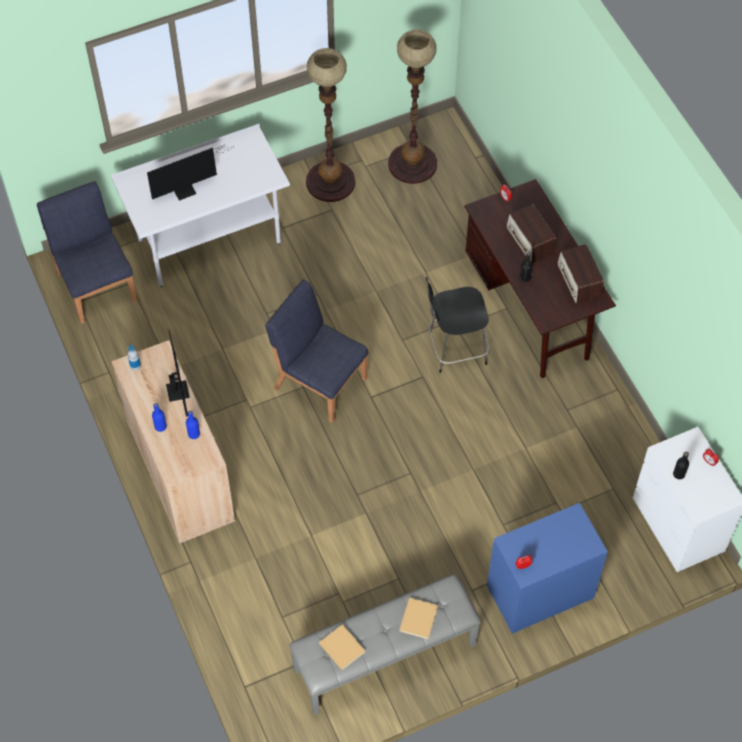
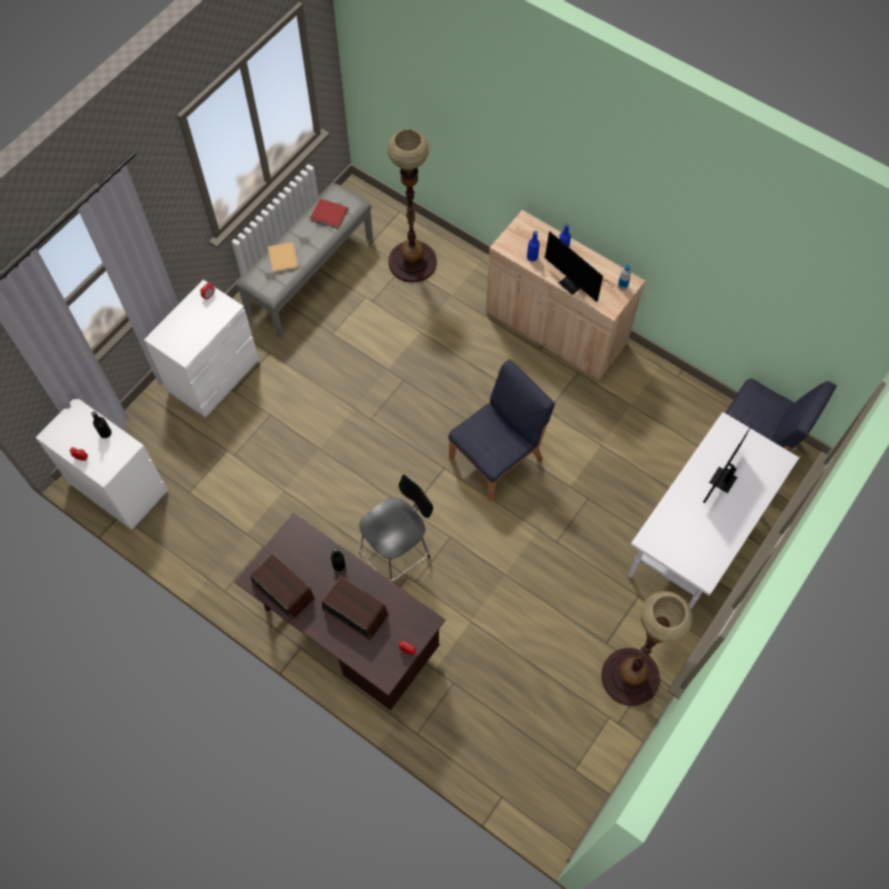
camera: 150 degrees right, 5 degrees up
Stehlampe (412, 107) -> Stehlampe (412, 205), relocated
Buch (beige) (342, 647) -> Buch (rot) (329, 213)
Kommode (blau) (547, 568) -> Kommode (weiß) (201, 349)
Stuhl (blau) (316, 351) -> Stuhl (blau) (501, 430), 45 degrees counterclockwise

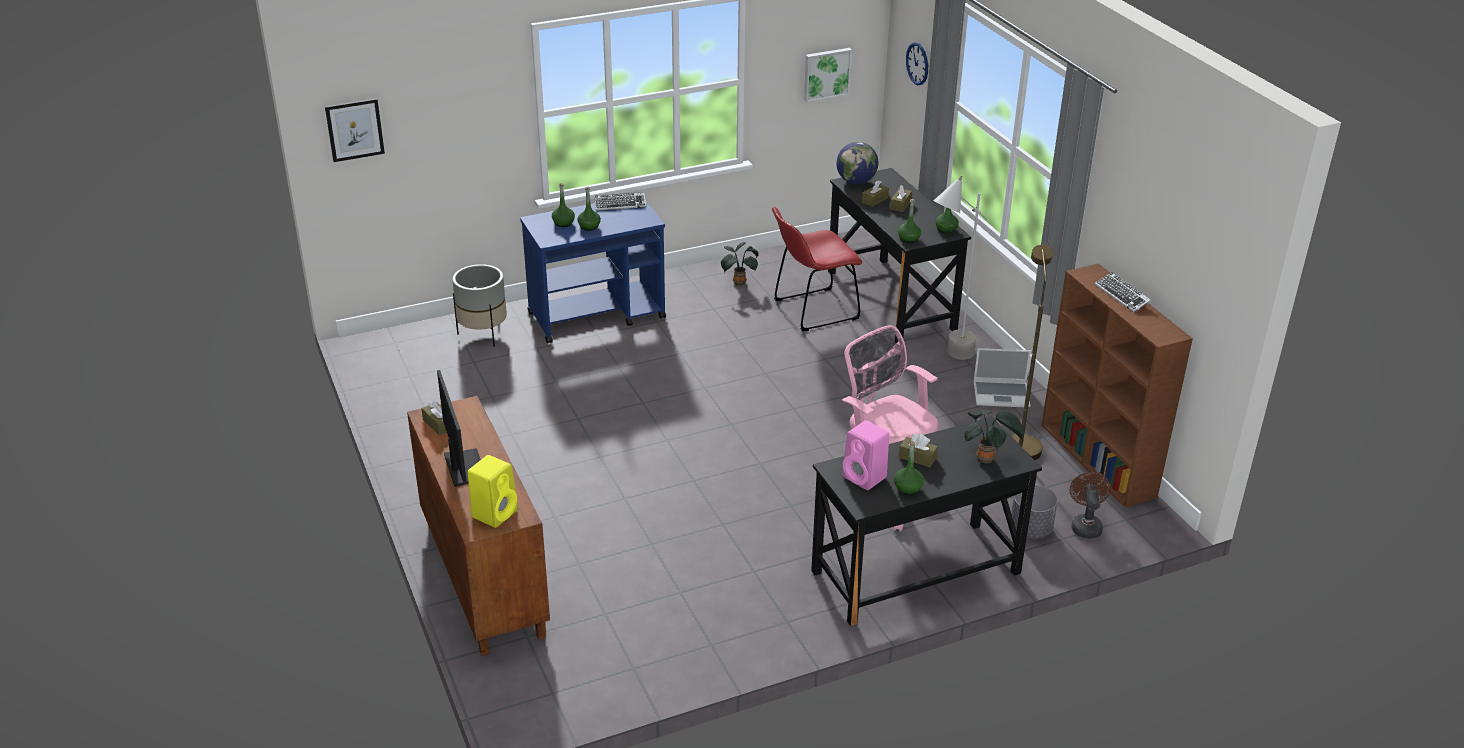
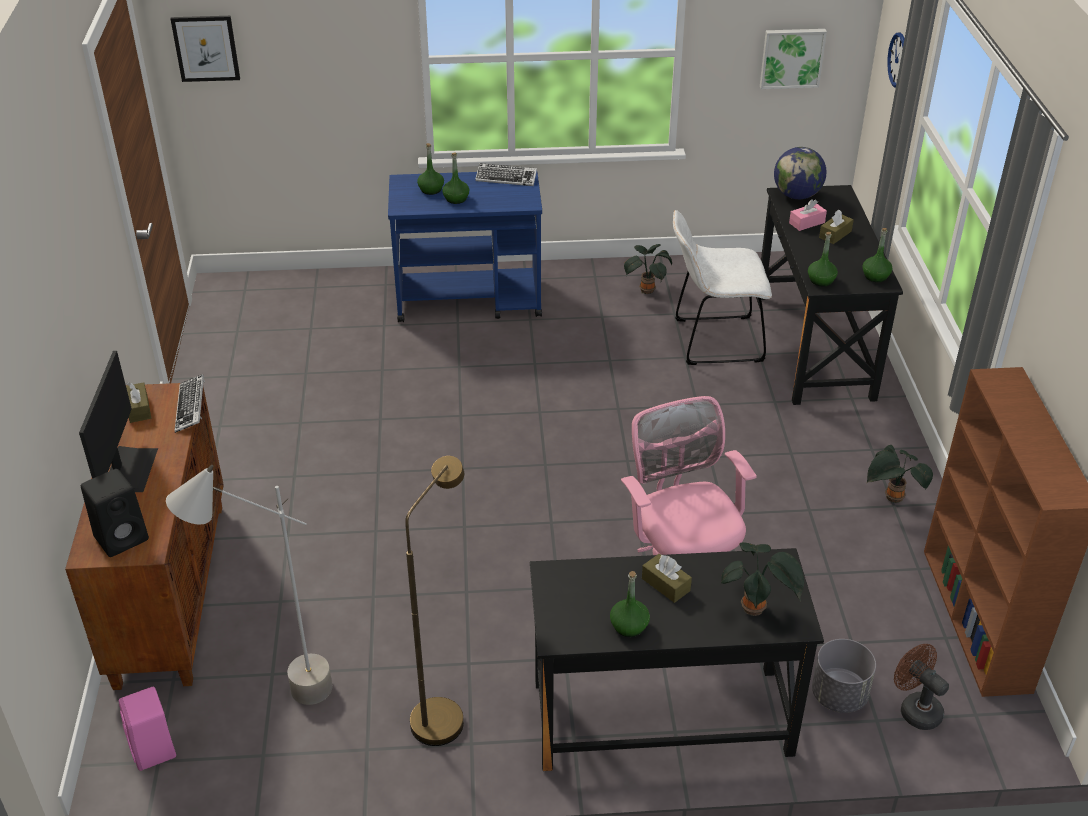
camera: 20 degrees right, 5 degrees up
Pflanzkübel (grau) (480, 305) -> none
Lautsprecher (rosa) (866, 455) -> Lautsprecher (rosa) (147, 729), relocated
Stehlampe (grau) (961, 268) -> Stehlampe (grau) (249, 585), relocated
Stehlampe (braun) (1032, 352) -> Stehlampe (braun) (434, 601), relocated
Tastatur (1123, 292) -> Tastatur (189, 403), relocated
Laptop (1002, 377) -> Topfpflanze (900, 474)
Lautsprecher (gelb) (492, 491) -> Lautsprecher (schwarz) (115, 513)
Stuhl (rot) (817, 268) -> Stuhl (weiß) (722, 287)
Taschentuchbox (braun) (875, 193) -> Taschentuchbox (rosa) (808, 215)
Ventilator (braun) (1090, 505) -> Ventilator (braun) (921, 687), 60 degrees counterclockwise

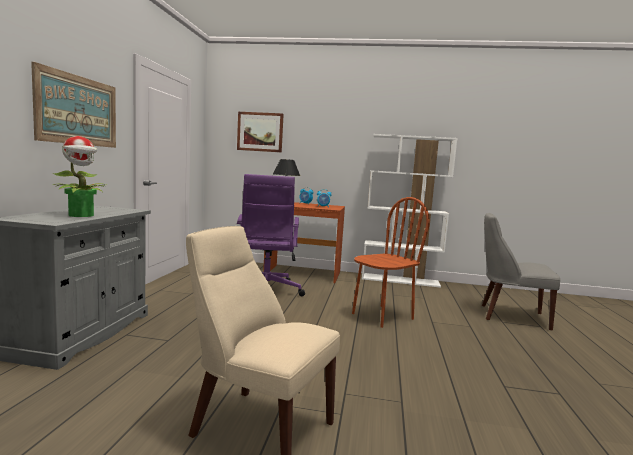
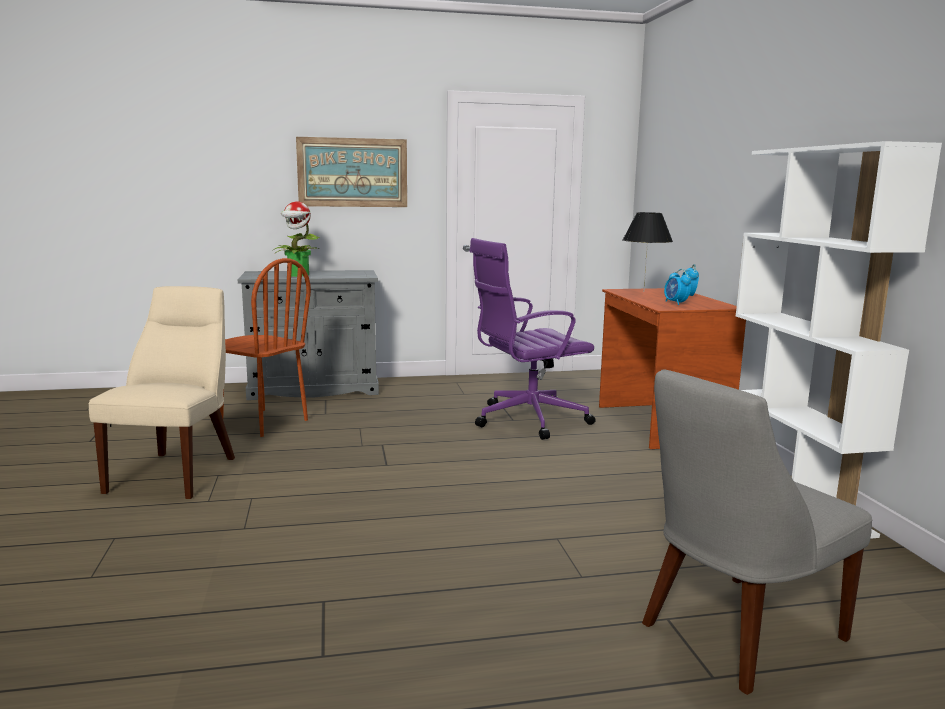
camera: 70 degrees right, 5 degrees up
Bild (260, 132) -> none
Stuhl (braun) (391, 262) -> Stuhl (braun) (265, 347), relocated
Stuhl (grau) (521, 271) -> Stuhl (grau) (757, 532), 120 degrees counterclockwise

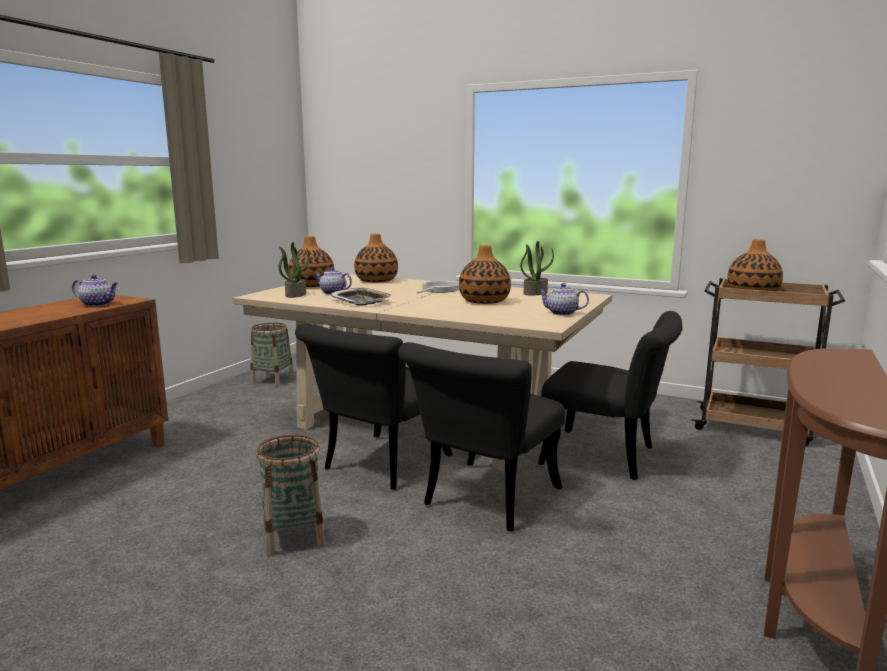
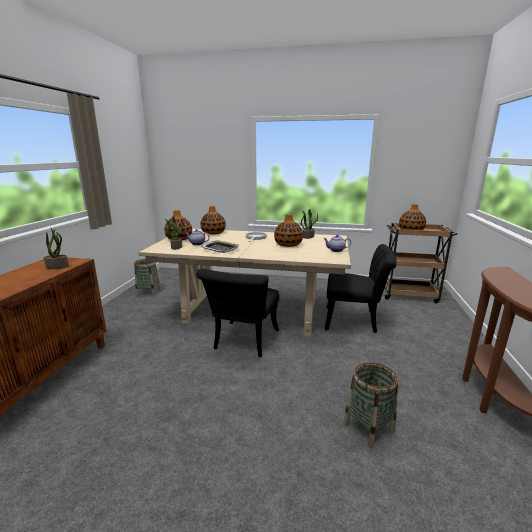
camera: 15 degrees left, 5 degrees up
Stuhl (schwarz) (481, 436) -> none
Korb (290, 495) -> Korb (370, 405), relocated
Teekanne (95, 290) -> Topfpflanze (56, 248)

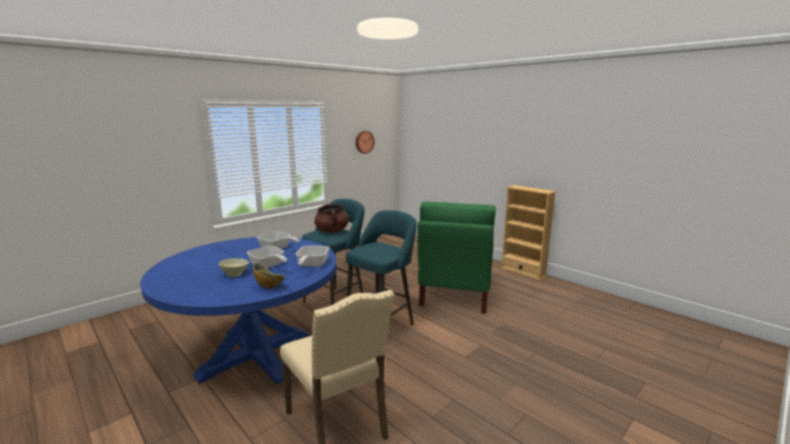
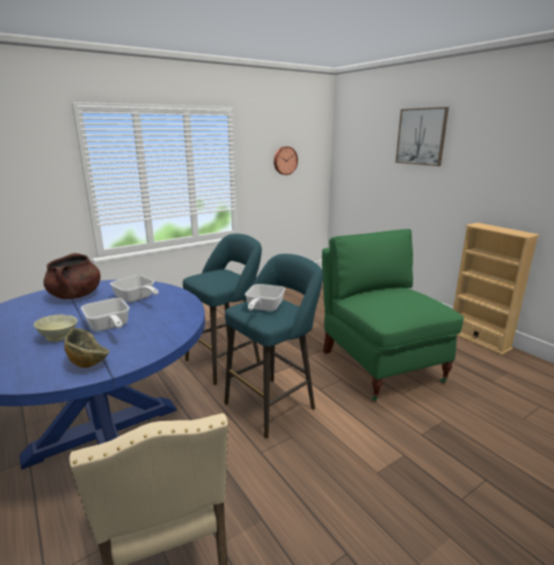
camera: 10 degrees right, 5 degrees up
none -> Bild (422, 136)
Pfanne (313, 256) -> Pfanne (265, 297), relocated
Kochtopf (braun) (331, 218) -> Kochtopf (braun) (71, 276), relocated
Stuhl (grün) (456, 257) -> Stuhl (grün) (393, 315), 135 degrees clockwise

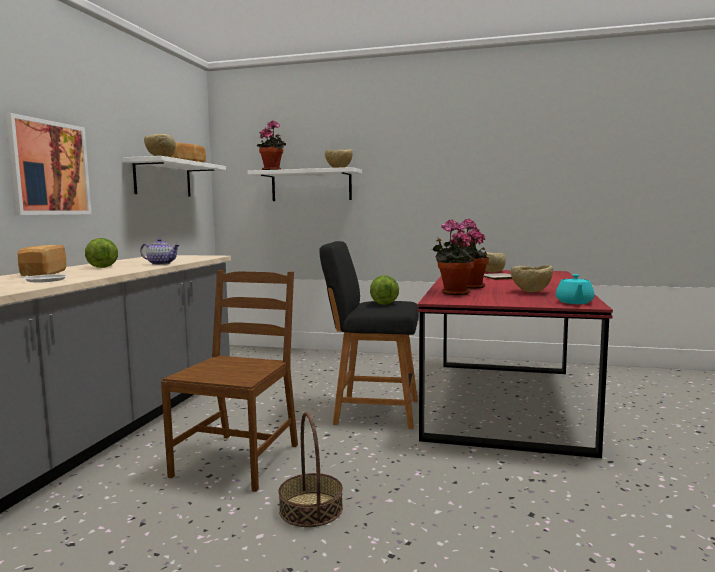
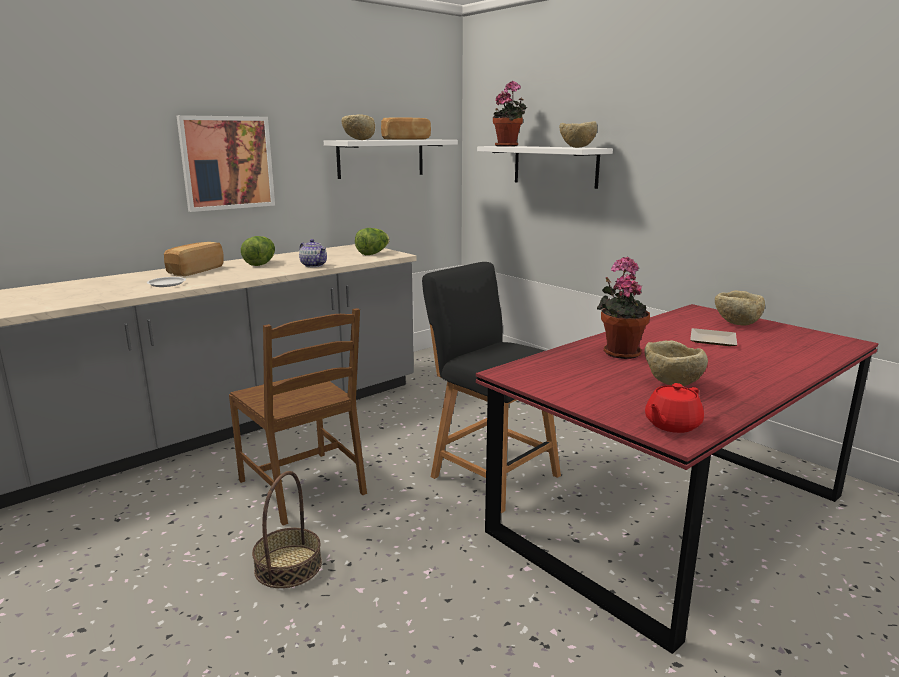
camera: 35 degrees right, 10 degrees up
Topfpflanze (453, 257) -> none
Salatkopf (384, 290) -> Salatkopf (372, 241), relocated
Teekanne (türkis) (575, 289) -> Teekanne (rot) (674, 408)
Stuhl (braun) (229, 381) -> Stuhl (braun) (298, 416), 90 degrees clockwise

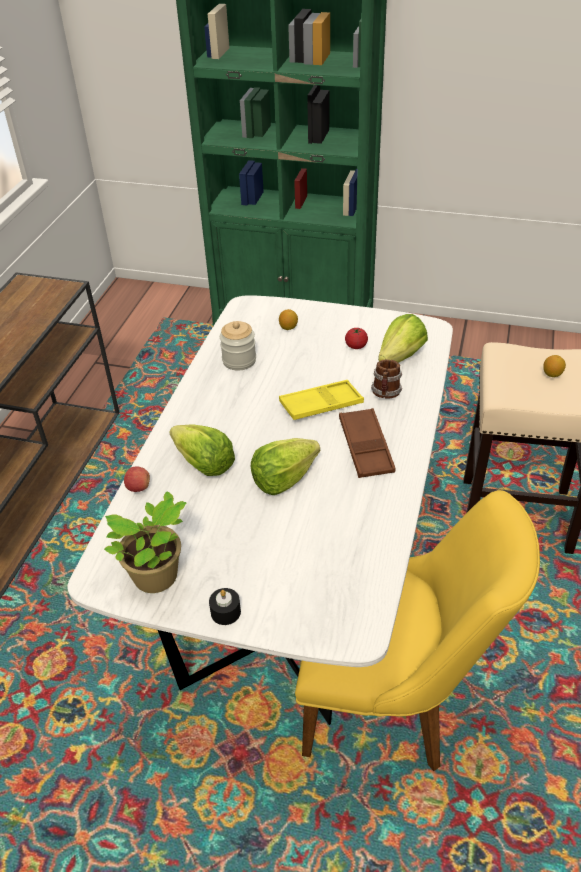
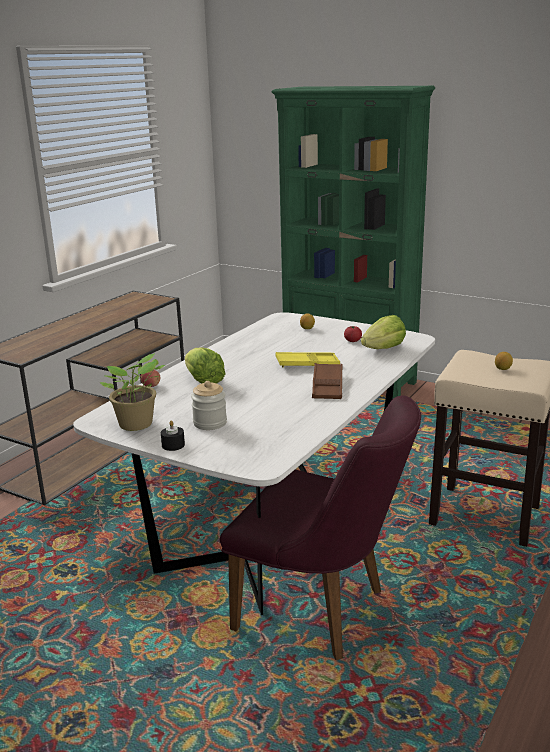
camera: 15 degrees right, 20 degrees down
Salatkopf (285, 466) -> none
Henkelbecher (386, 379) -> none
Vorratsglas (238, 346) -> Vorratsglas (209, 405), relocated
Stuhl (gelb) (417, 630) -> Stuhl (lila) (320, 528)

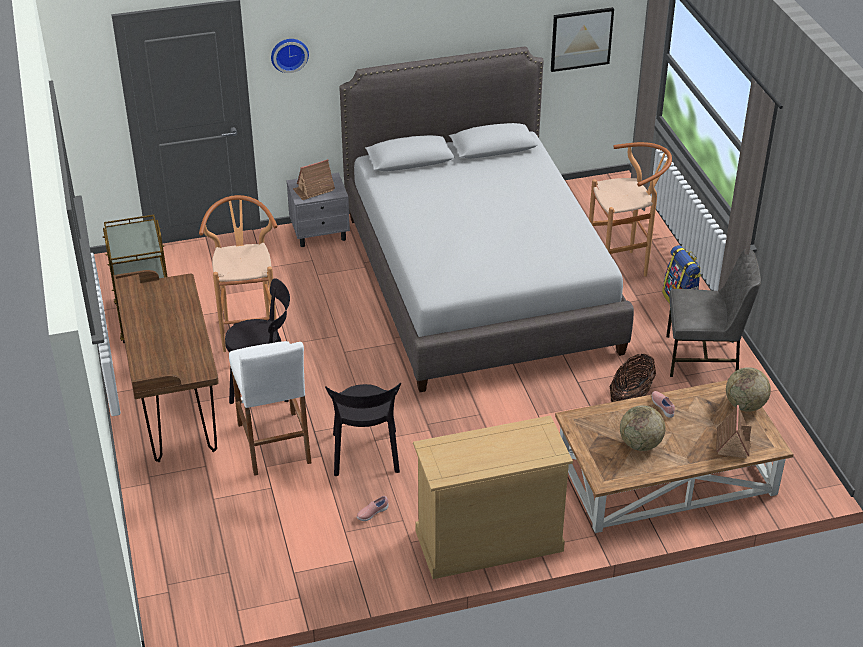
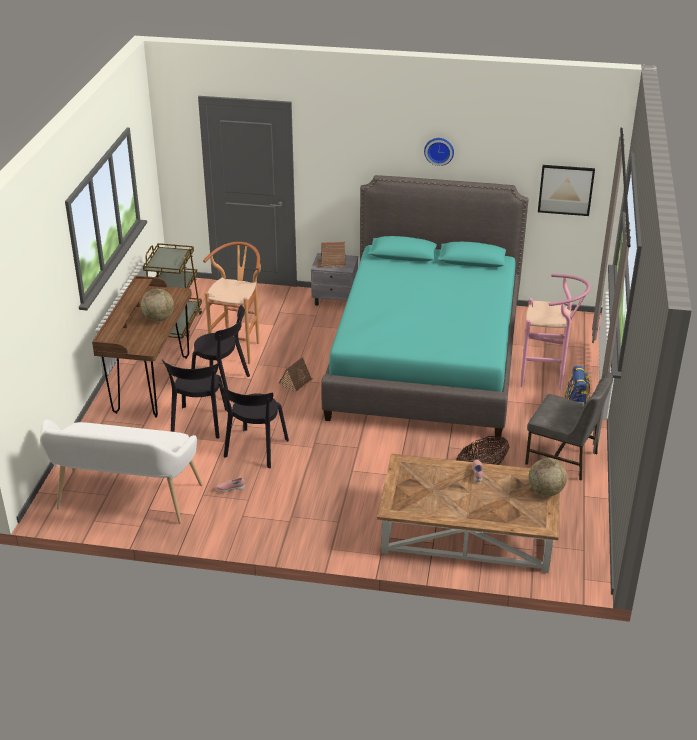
camera: 25 degrees right, 5 degrees down
Kommode (beige) (493, 497) -> none
none -> Bank (weiß) (121, 472)
Wanduhr (290, 56) -> Wanduhr (439, 152), relocated
Globus (642, 428) -> Globus (157, 305), relocated
Spielzeughaus (734, 431) -> Spielzeughaus (296, 374), relocated
Hocker (weiß) (270, 408) -> Stuhl (schwarz) (195, 399)
Bett (grau) (486, 219) -> Bett (türkis) (425, 306)
Hocker (braun) (630, 209) -> Hocker (rosa) (556, 331)

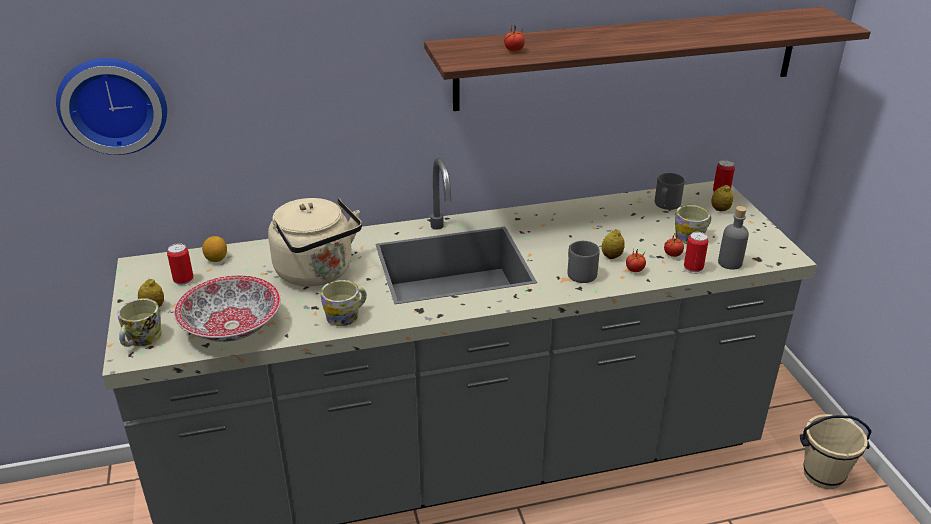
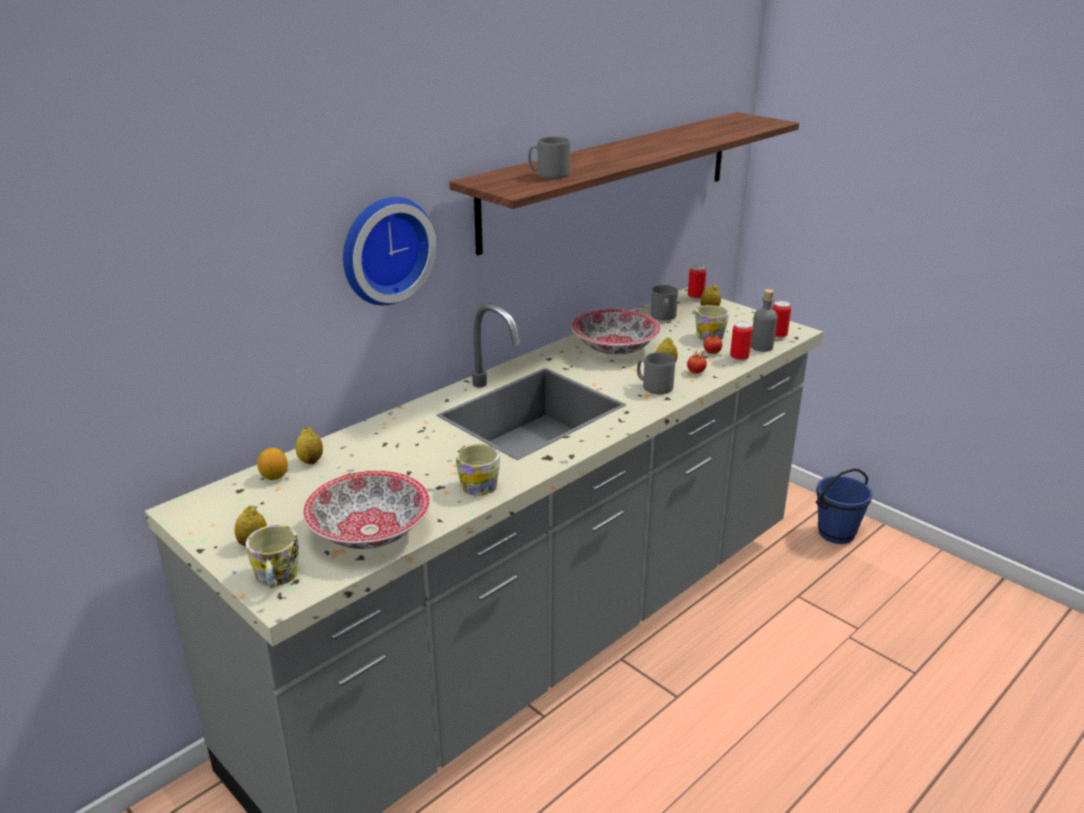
camera: 30 degrees left, 5 degrees down
Wasserkessel (beige) (315, 242) -> none
none -> Zitrone (309, 445)
none -> Schüssel (616, 332)
Wanduhr (111, 106) -> Wanduhr (389, 251), relocated
Dose (180, 264) -> Dose (781, 320), relocated
Tomate (514, 39) -> Henkelbecher (grau) (549, 157)
Eimer (beige) (836, 451) -> Eimer (blau) (844, 506)

